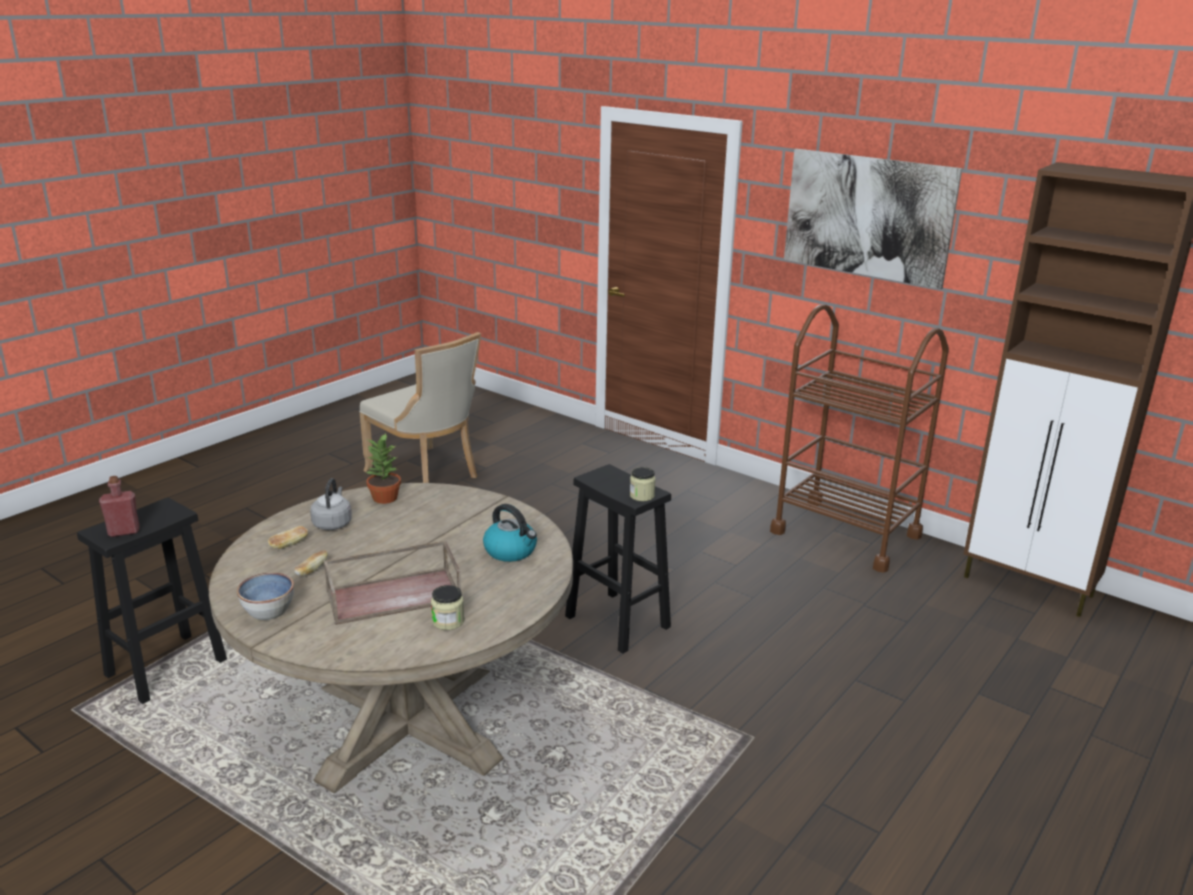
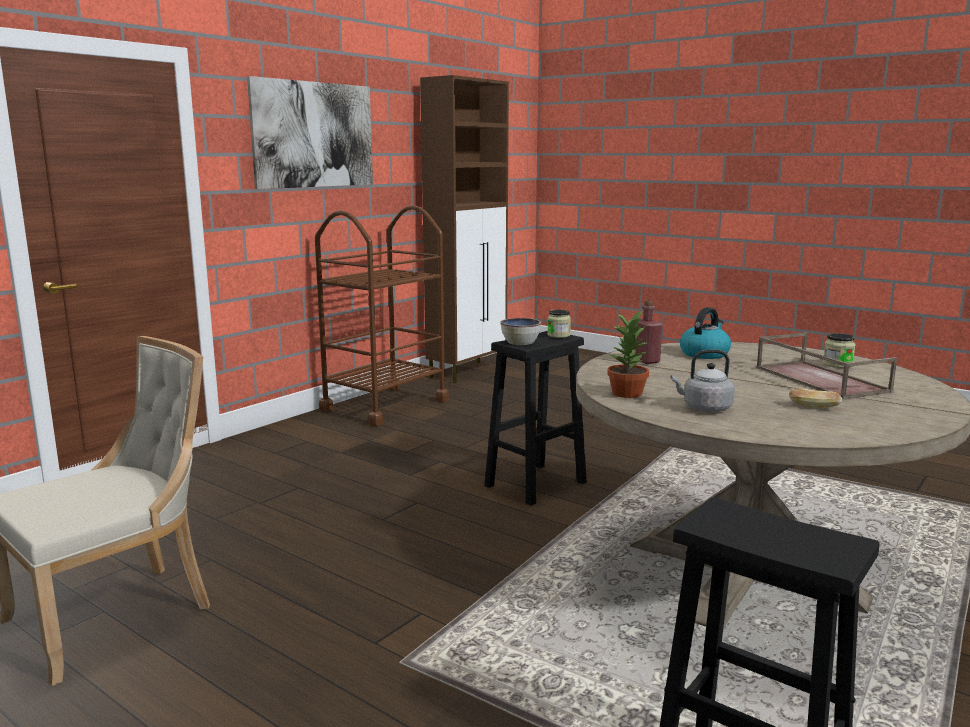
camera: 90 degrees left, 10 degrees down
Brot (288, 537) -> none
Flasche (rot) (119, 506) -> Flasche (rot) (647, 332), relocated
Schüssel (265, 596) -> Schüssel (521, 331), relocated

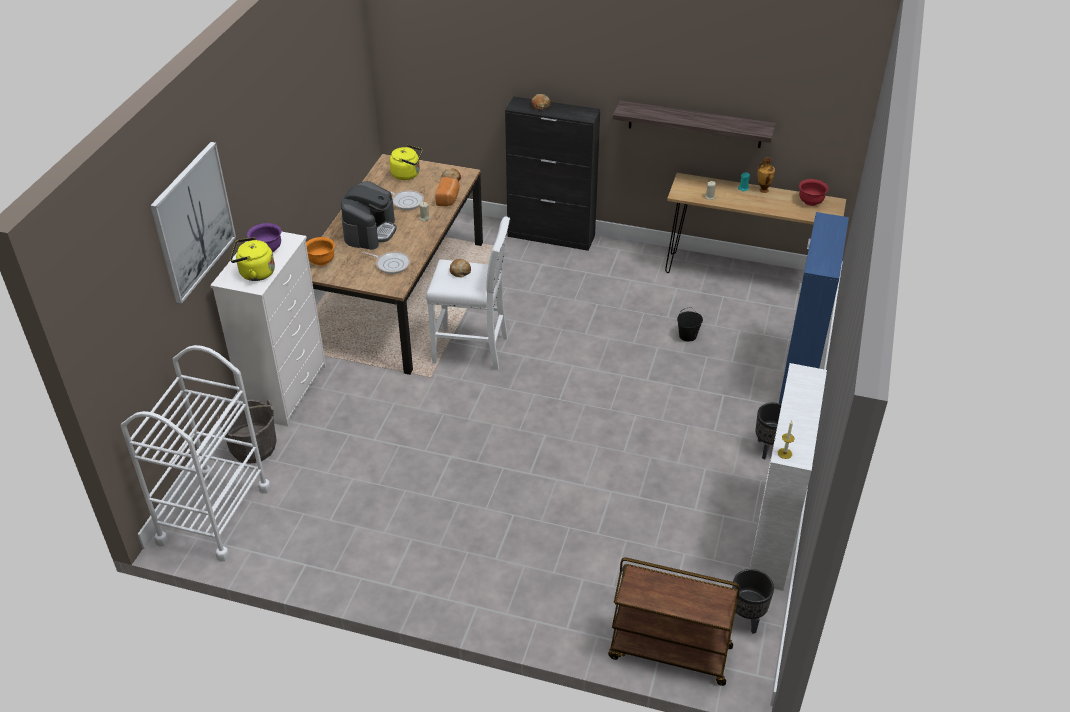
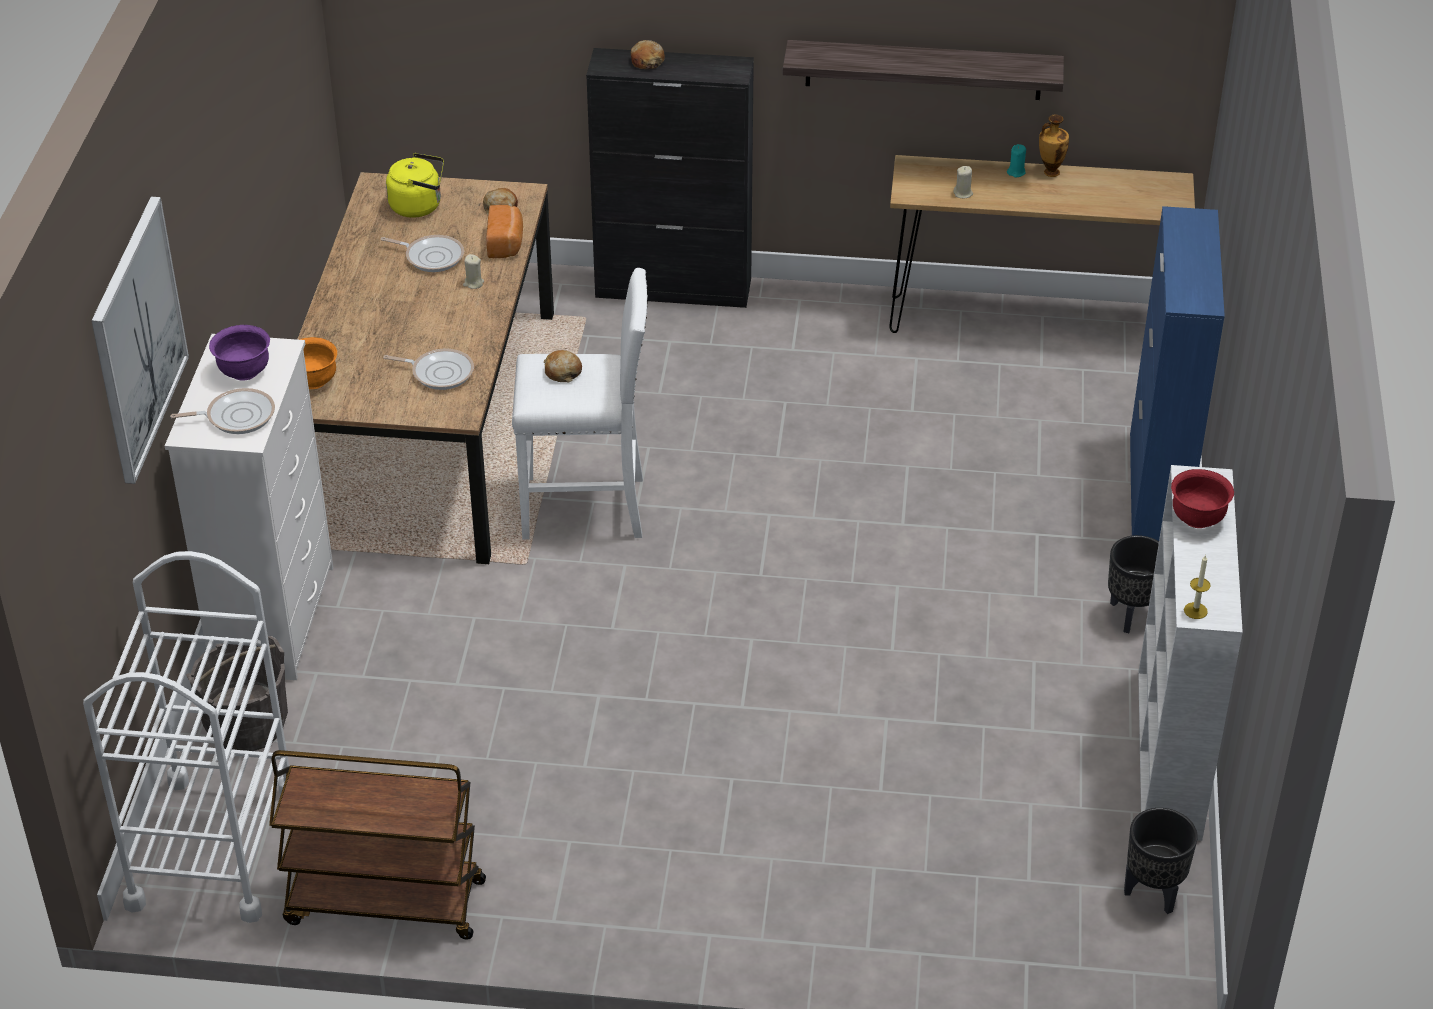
camera: 10 degrees left, 0 degrees up
Kaffeemaschine (369, 215) -> none
Eimer (schwarz) (690, 324) -> none
Rollwagen (braun) (674, 622) -> Rollwagen (braun) (377, 844), relocated
Schüssel (rot) (813, 192) -> Schüssel (rot) (1202, 498), relocated
Wasserkessel (gelb) (252, 259) -> Pfanne (222, 411)

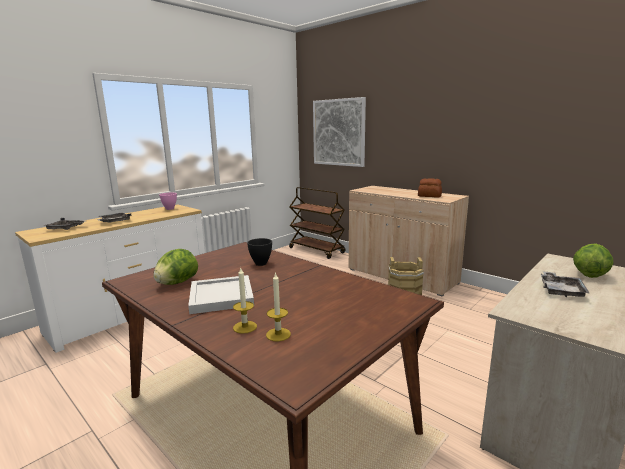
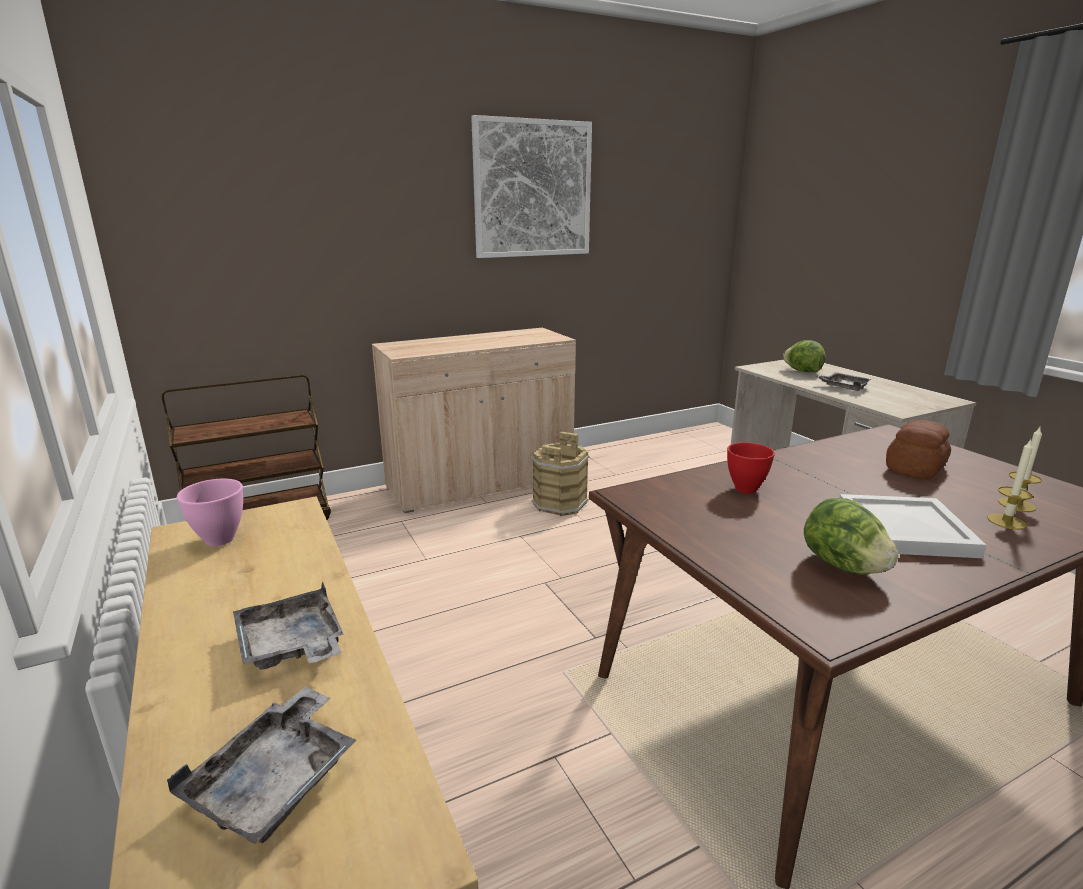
camera: 70 degrees left, 5 degrees up
Bild (339, 132) -> Bild (531, 186), relocated
Brot (430, 188) -> Brot (918, 449), relocated
Schüssel (schwarz) (259, 252) -> Schüssel (rot) (751, 468)

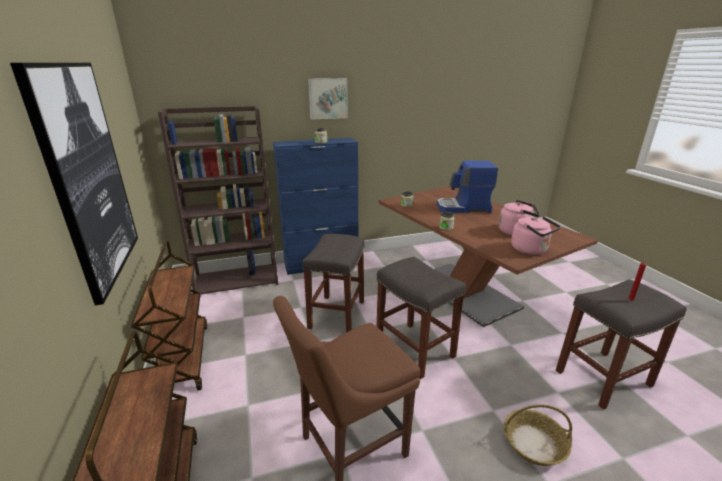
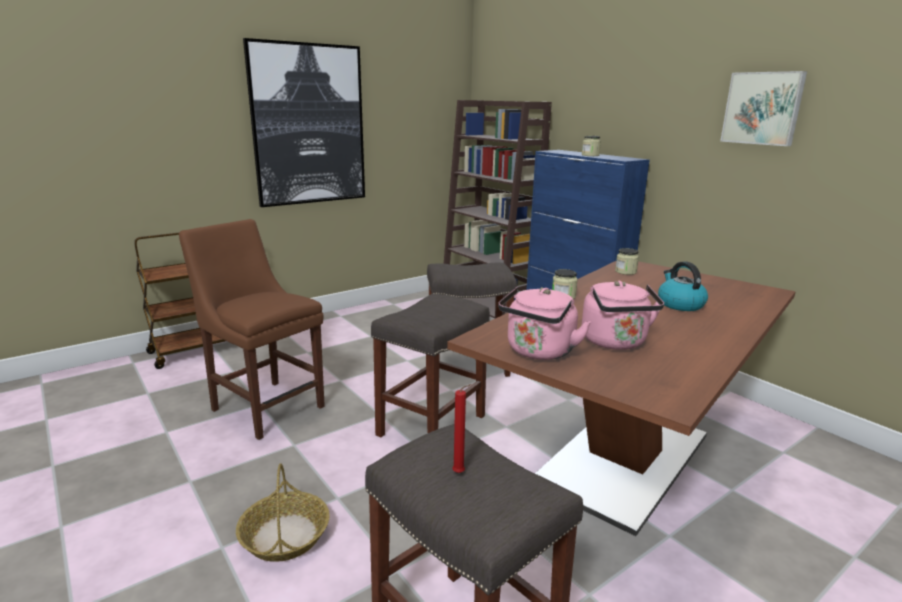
camera: 70 degrees right, 5 degrees down
Rollwagen (braun) (169, 315) -> none
Bild (328, 99) -> Bild (763, 108), relocated
Kaffeemaschine (467, 186) -> Wasserkessel (683, 286)

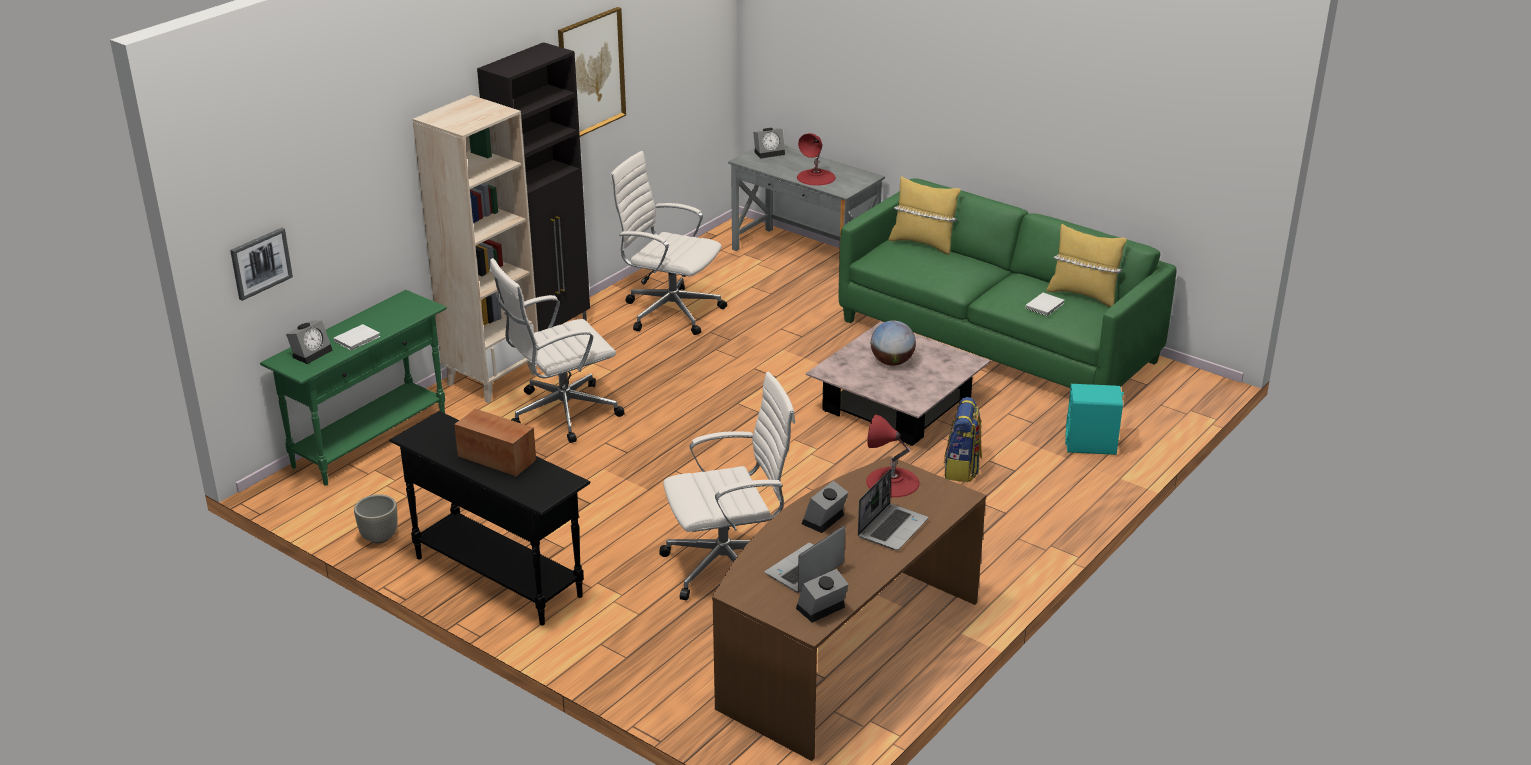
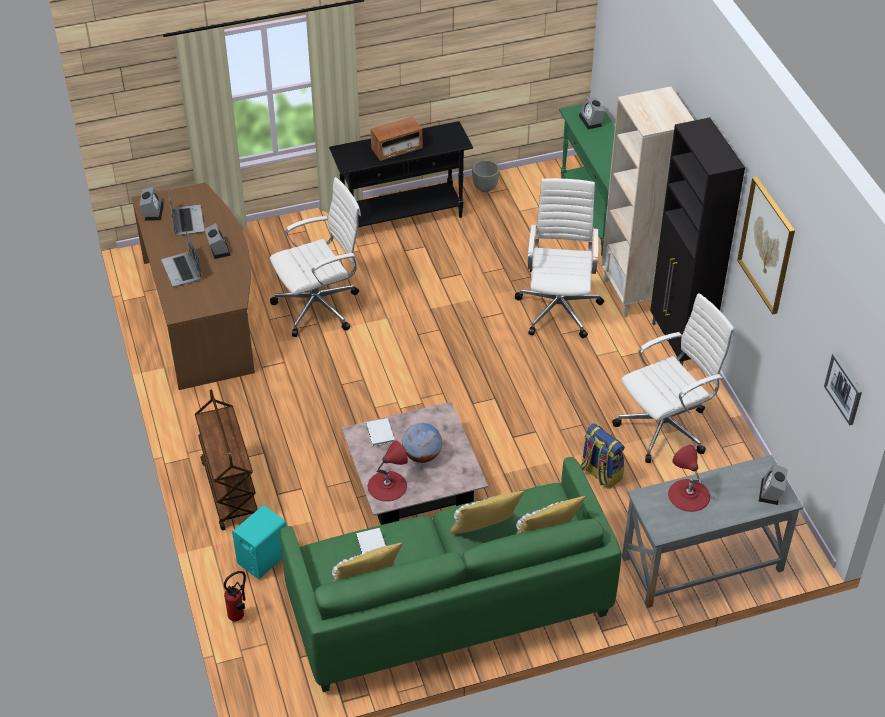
camera: 125 degrees right, 15 degrees up
none -> Rollwagen (braun) (226, 460)
none -> Feuerlöscher (235, 596)
none -> Kissen (gelb) (487, 512)
Bild (261, 264) -> Bild (843, 389), relocated
Buch (weiß) (357, 337) -> Buch (weiß) (380, 432), relocated
Tischlampe (rot) (893, 456) -> Tischlampe (rot) (388, 471), relocated
Rucksack (963, 439) -> Rucksack (603, 456), relocated
Bürostuhl (weiß) (727, 486) -> Bürostuhl (weiß) (315, 257), 135 degrees counterclockwise

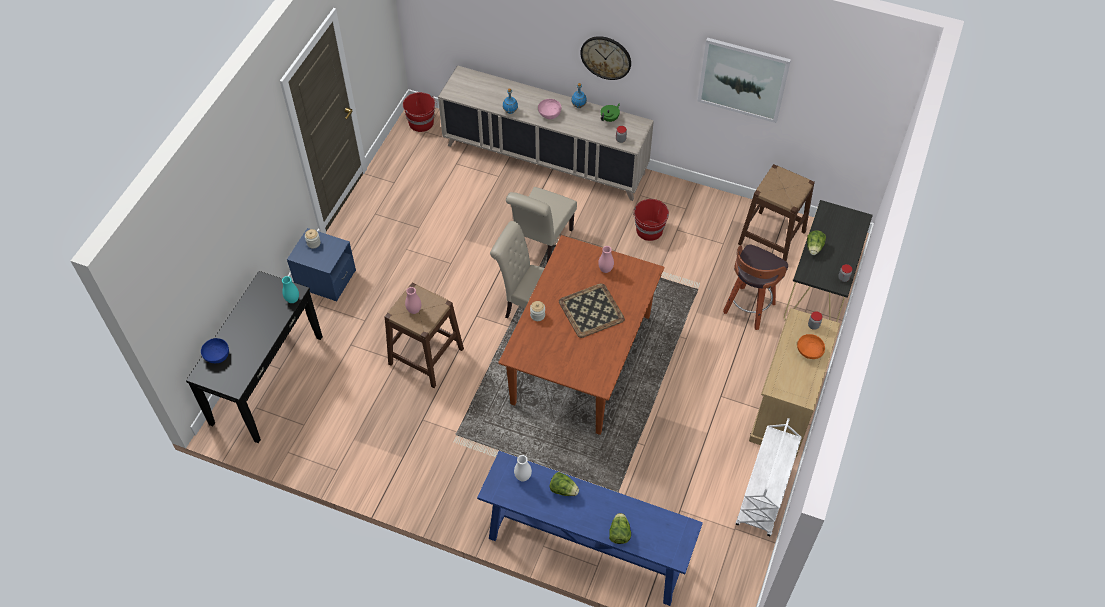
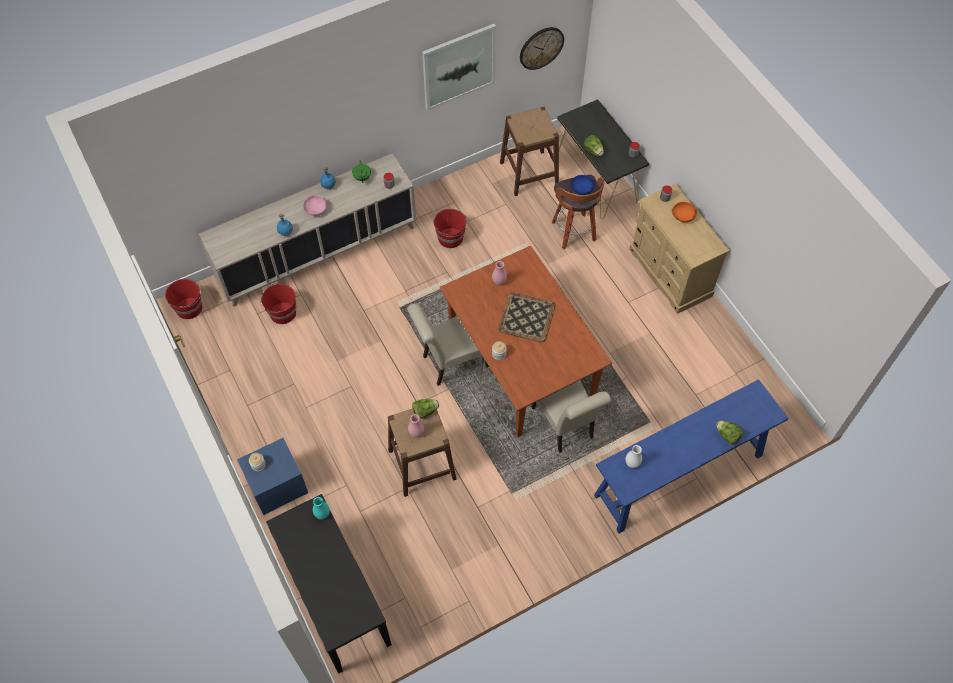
camera: 50 degrees left, 5 degrees up
Rollwagen (weiß) (769, 477) -> none
none -> Eimer (rot) (278, 303)
Schüssel (blau) (215, 350) -> Schüssel (blau) (582, 185), relocated
Stuhl (beige) (541, 225) -> Stuhl (beige) (571, 416), relocated
Salatkopf (564, 484) -> Salatkopf (425, 409), relocated
Wanduhr (605, 58) -> Wanduhr (542, 48), relocated

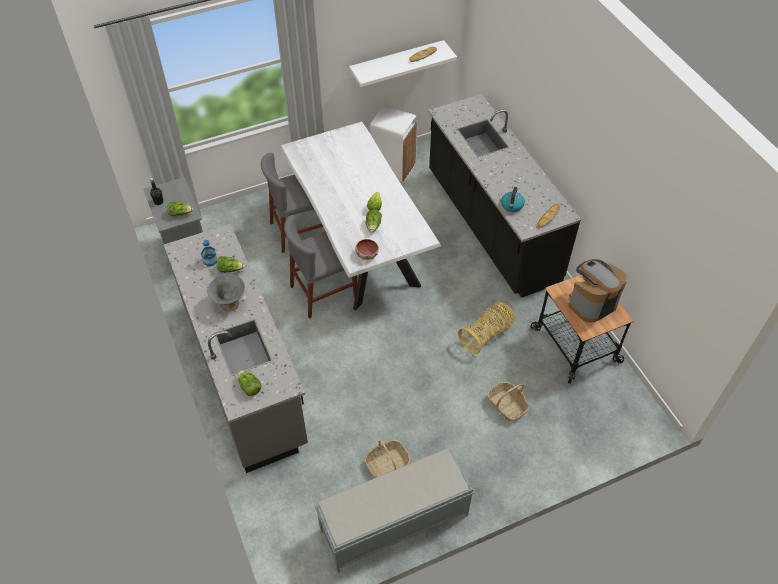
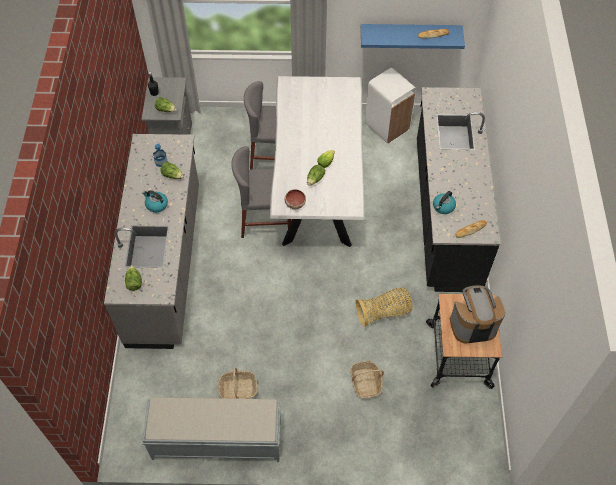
camera: 25 degrees right, 5 degrees up
Schüssel (grau) (226, 292) -> Wasserkessel (155, 201)
Wandregal (weiß) (403, 63) -> Wandregal (blau) (413, 36)

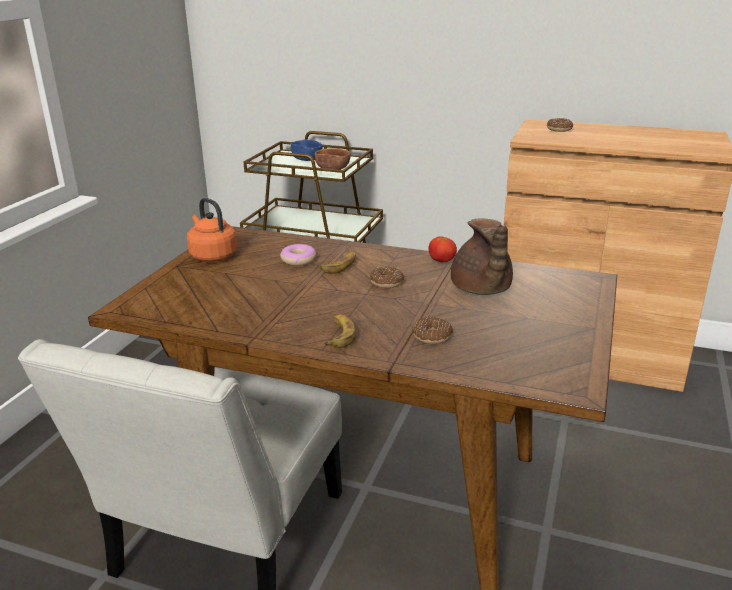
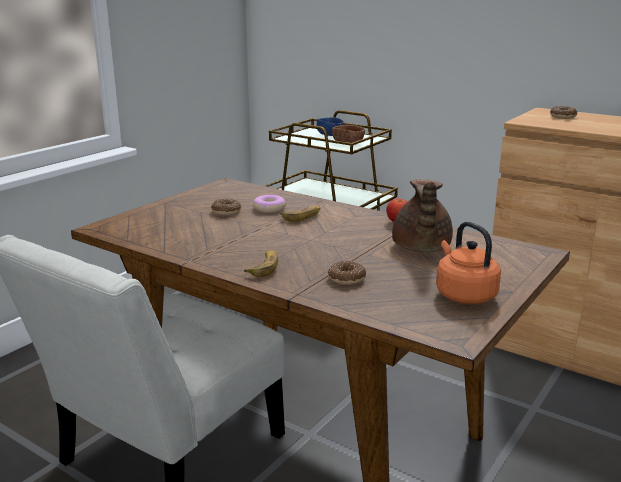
camera: 15 degrees right, 5 degrees down
Wasserkessel (orange) (212, 230) -> Wasserkessel (orange) (468, 263), relocated
Donut (386, 277) -> Donut (226, 207), relocated

